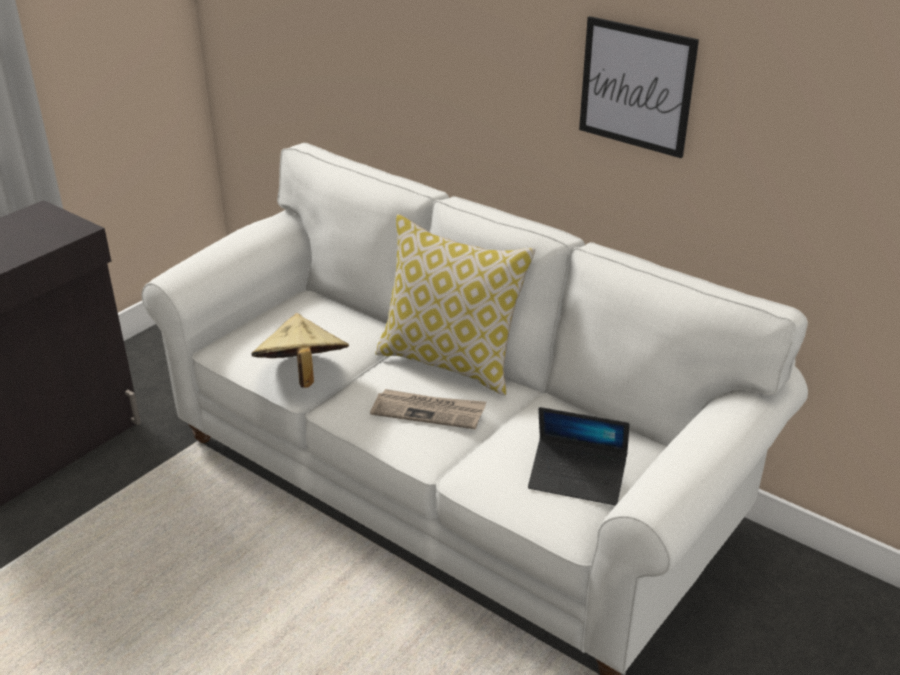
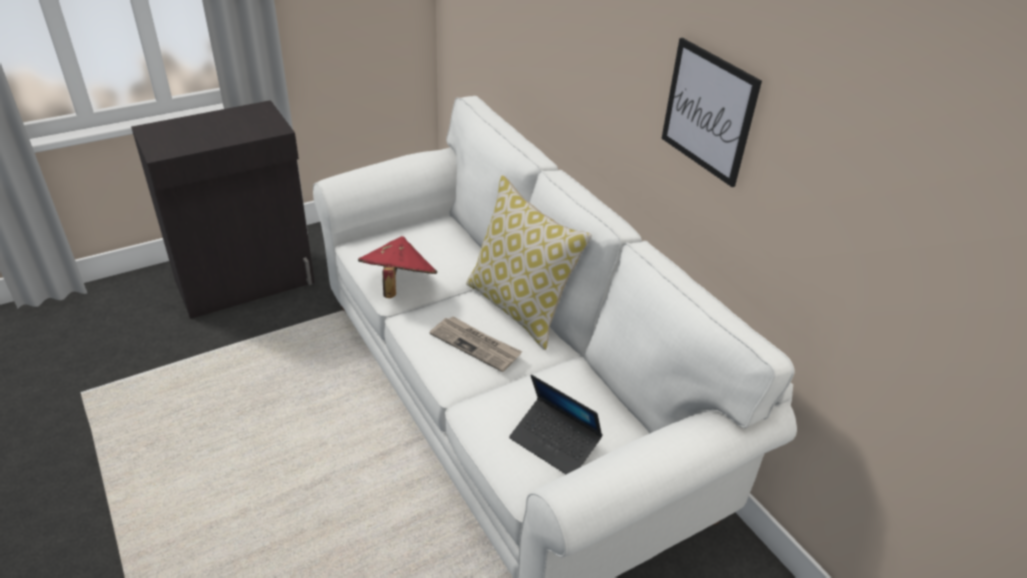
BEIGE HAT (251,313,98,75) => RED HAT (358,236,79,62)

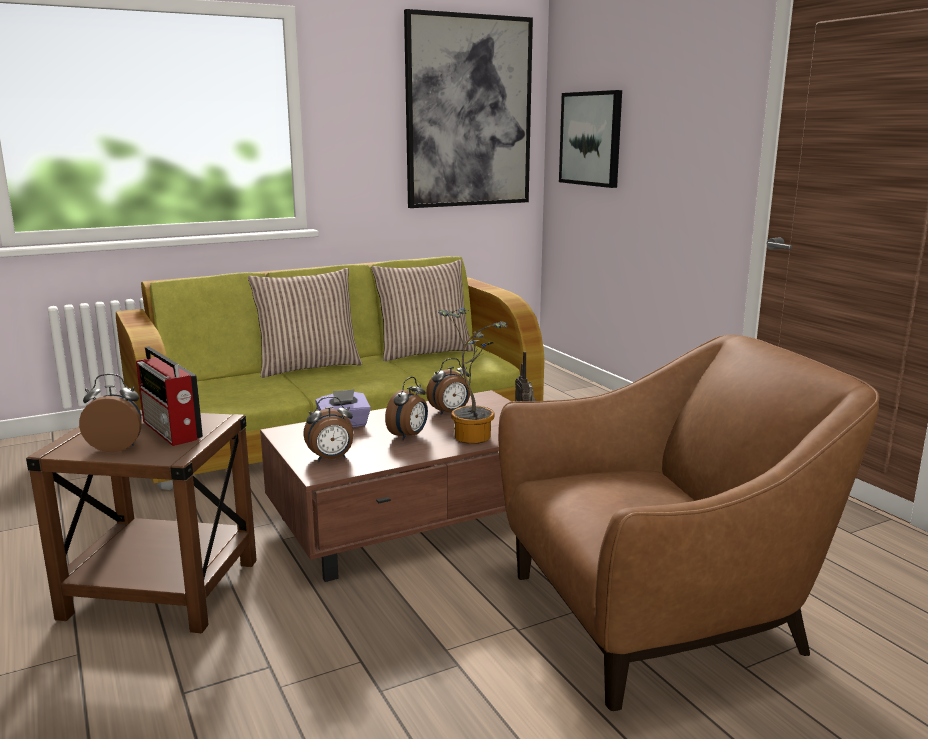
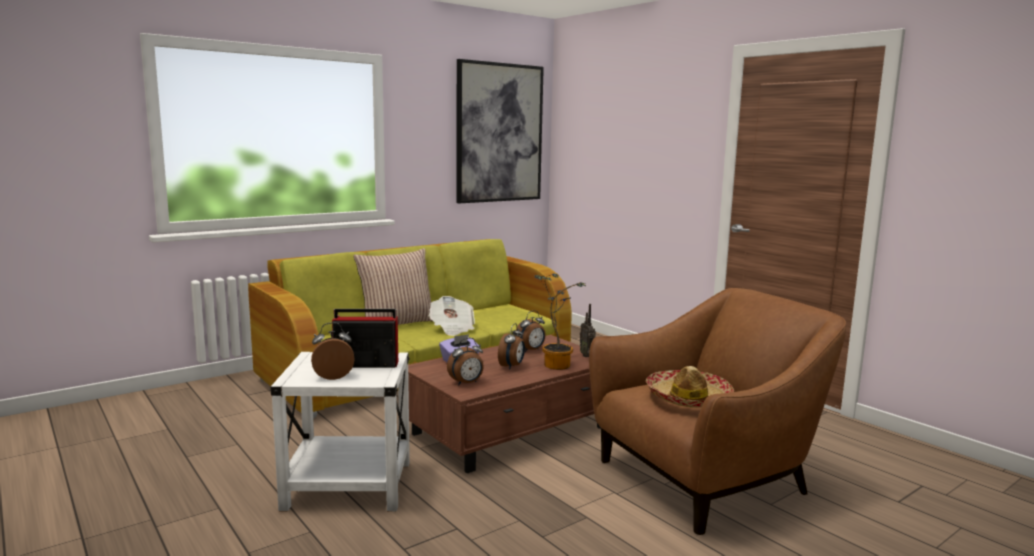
PICTURE (559,90,63,98) => nothing
PILLOW (371,260,103,101) => nothing
RADIO (136,347,67,99) => RADIO (330,309,68,59), 135 degrees clockwise
BROWN SIDE TABLE (26,410,231,223) => WHITE SIDE TABLE (270,352,140,160)
nothing => NEWSPAPER (429,296,46,40)
nothing => HAT (646,366,88,42)

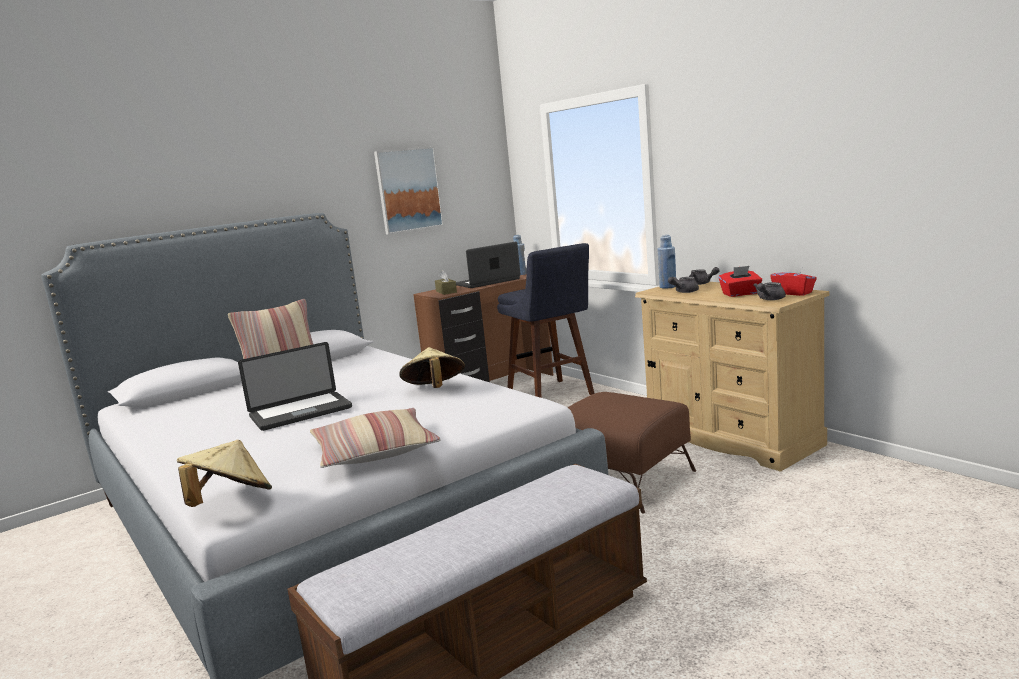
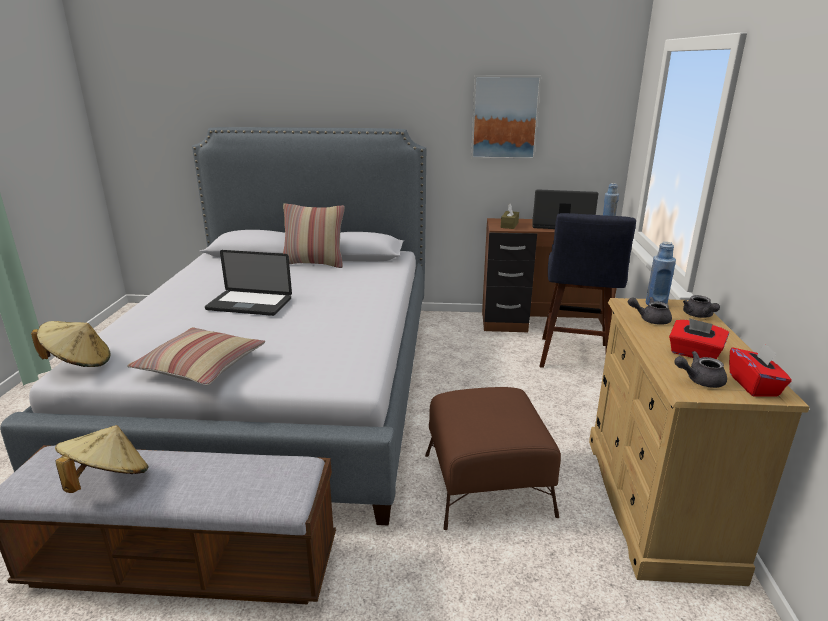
BEIGE HAT (399,347,66,41) => BEIGE HAT (55,425,94,68), relocated

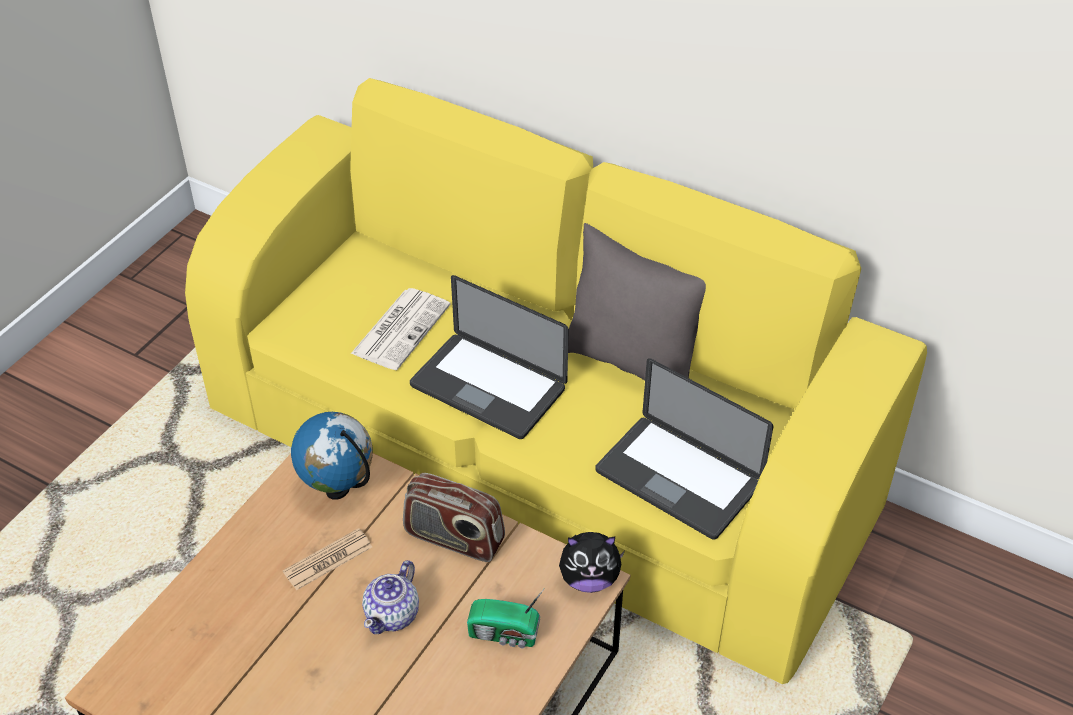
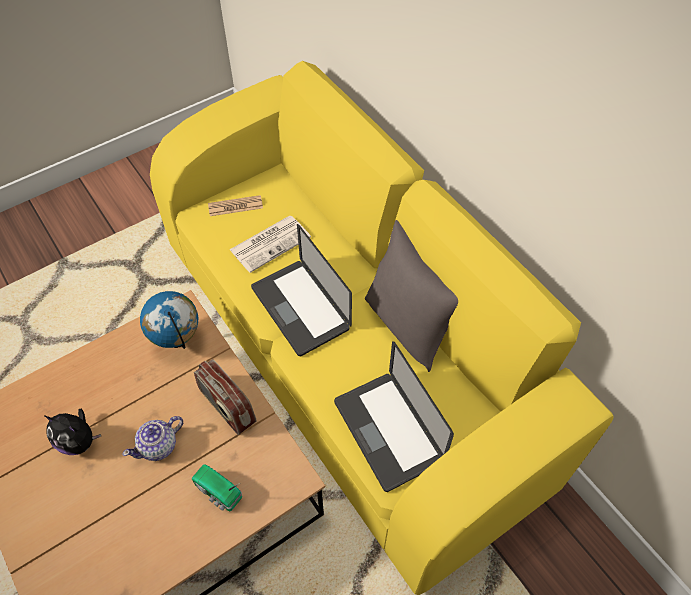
NEWSPAPER (283,528,89,62) => NEWSPAPER (208,195,55,21), relocated
PLUSH TOY (559,532,66,61) => PLUSH TOY (45,408,56,47), relocated

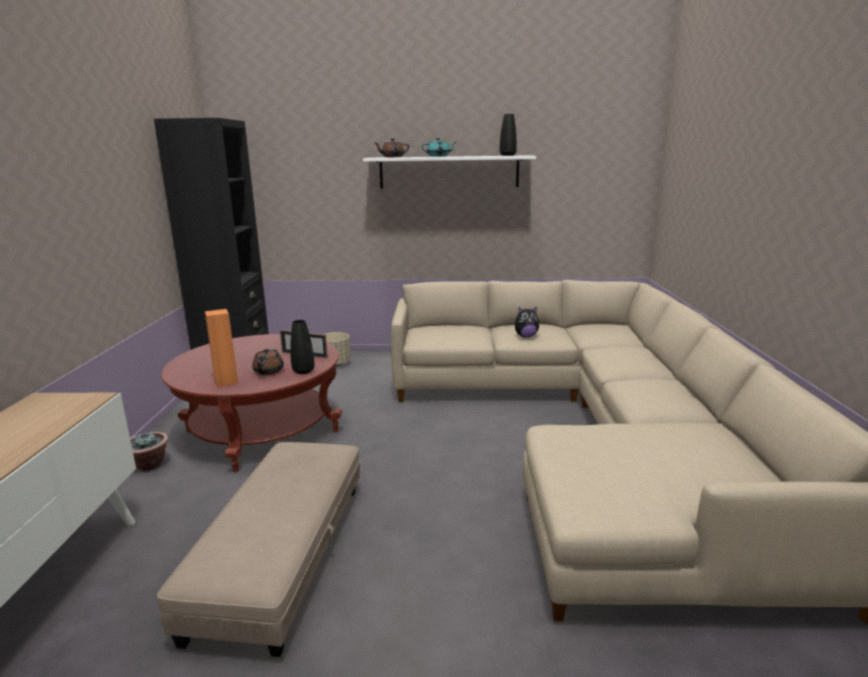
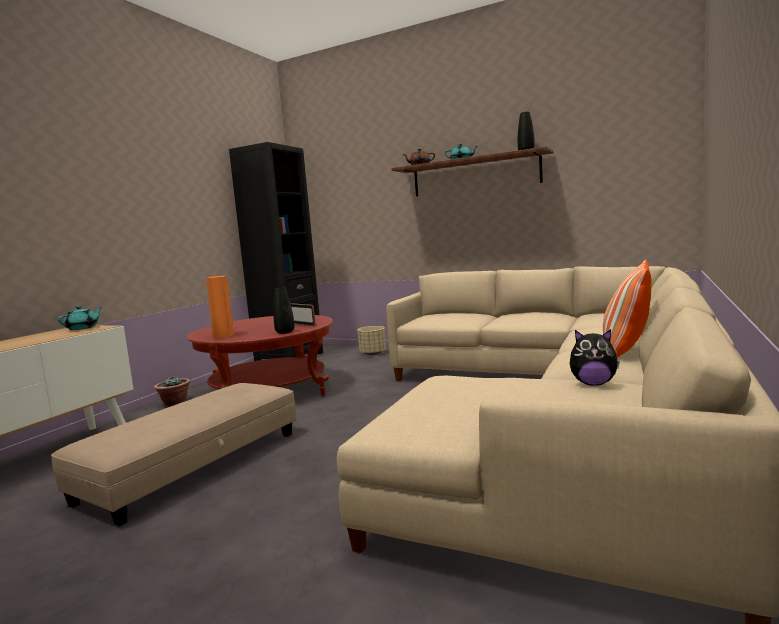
WHITE SHELF (363,155,173,34) => BROWN SHELF (391,146,162,51)
PLUSH TOY (515,307,24,30) => PLUSH TOY (570,329,50,57), relocated
BROWN TEAPOT (252,349,32,26) => nothing
nothing => PILLOW (603,260,48,98)
nothing => TURQUOISE TEAPOT (58,306,43,24)

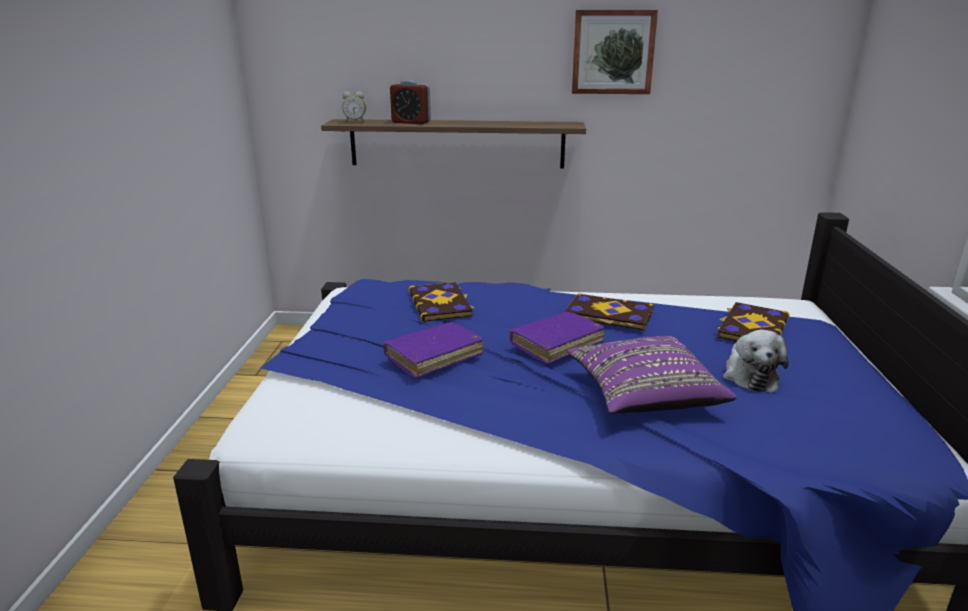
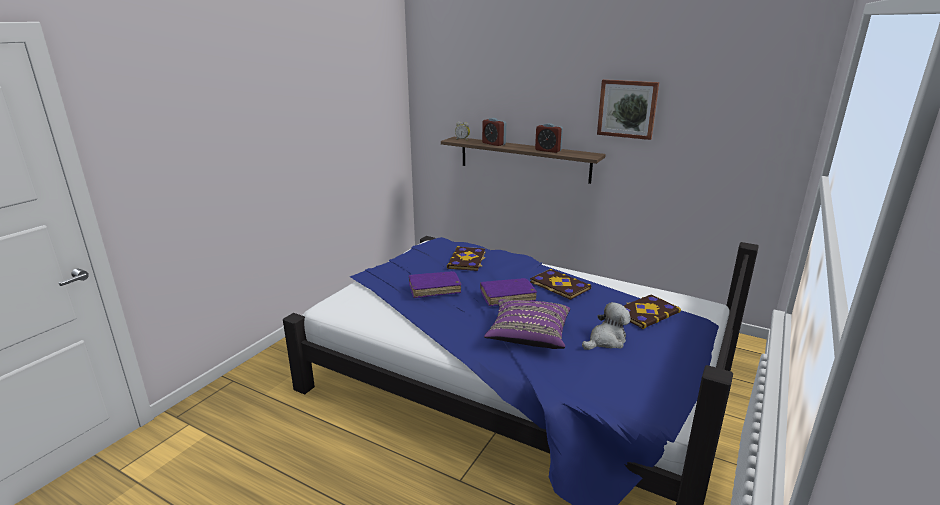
PLUSH TOY (723,330,66,63) => PLUSH TOY (582,302,49,48), 150 degrees counterclockwise
nothing => ALARM CLOCK (535,123,28,30)

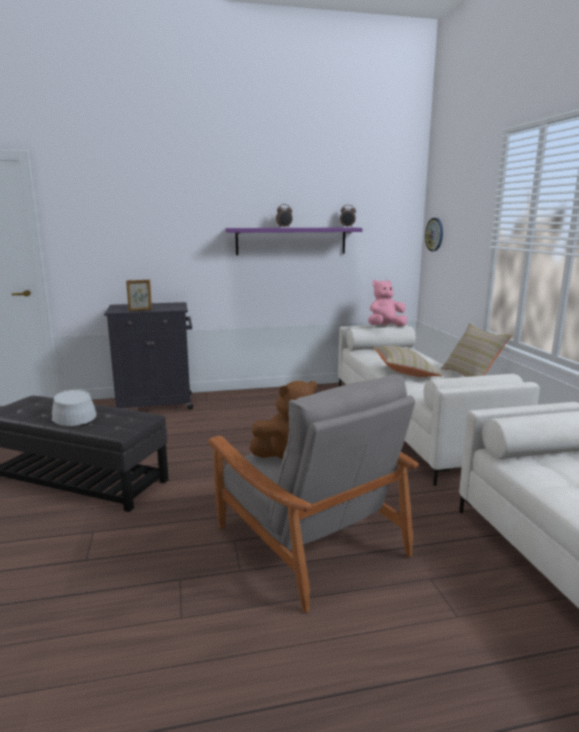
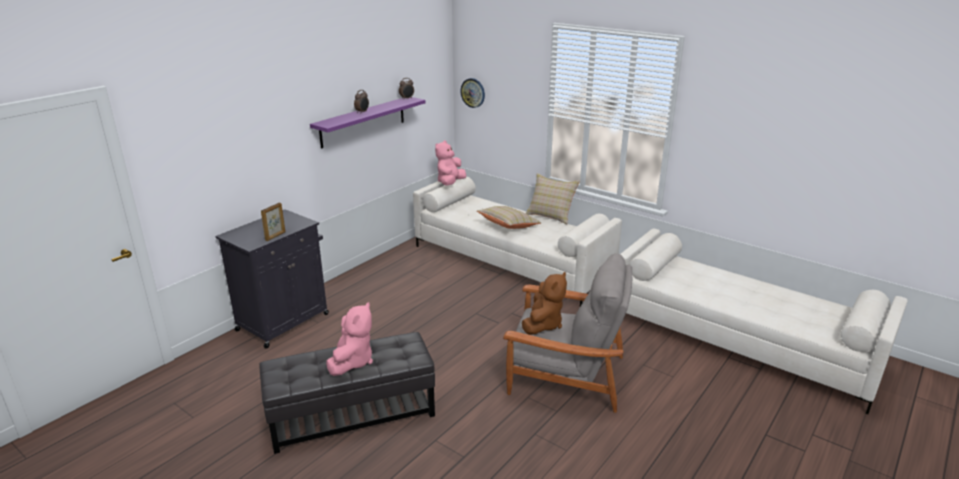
GREY HAT (50,390,47,36) => PINK PLUSH TOY (326,302,47,74)

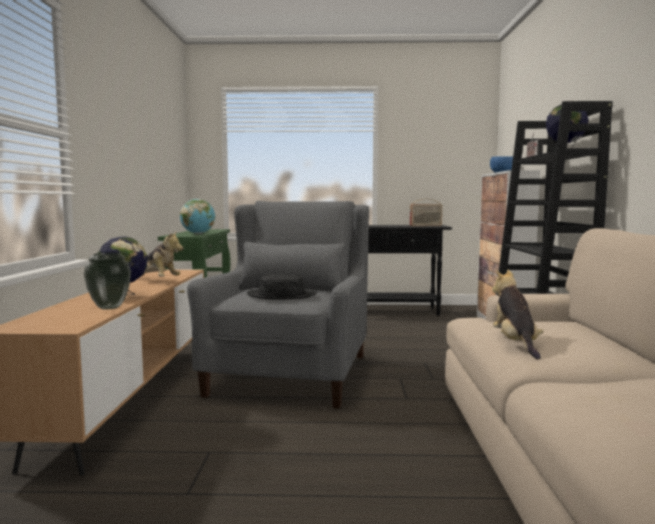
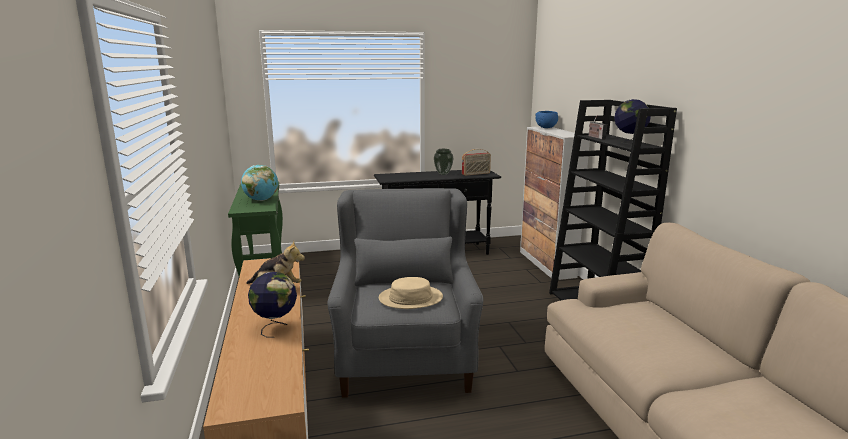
VASE (84,253,47,57) => VASE (434,149,20,26), relocated
PLUSH TOY (492,269,52,91) => nothing
BLACK HAT (247,274,70,26) => BEIGE HAT (379,277,64,32)

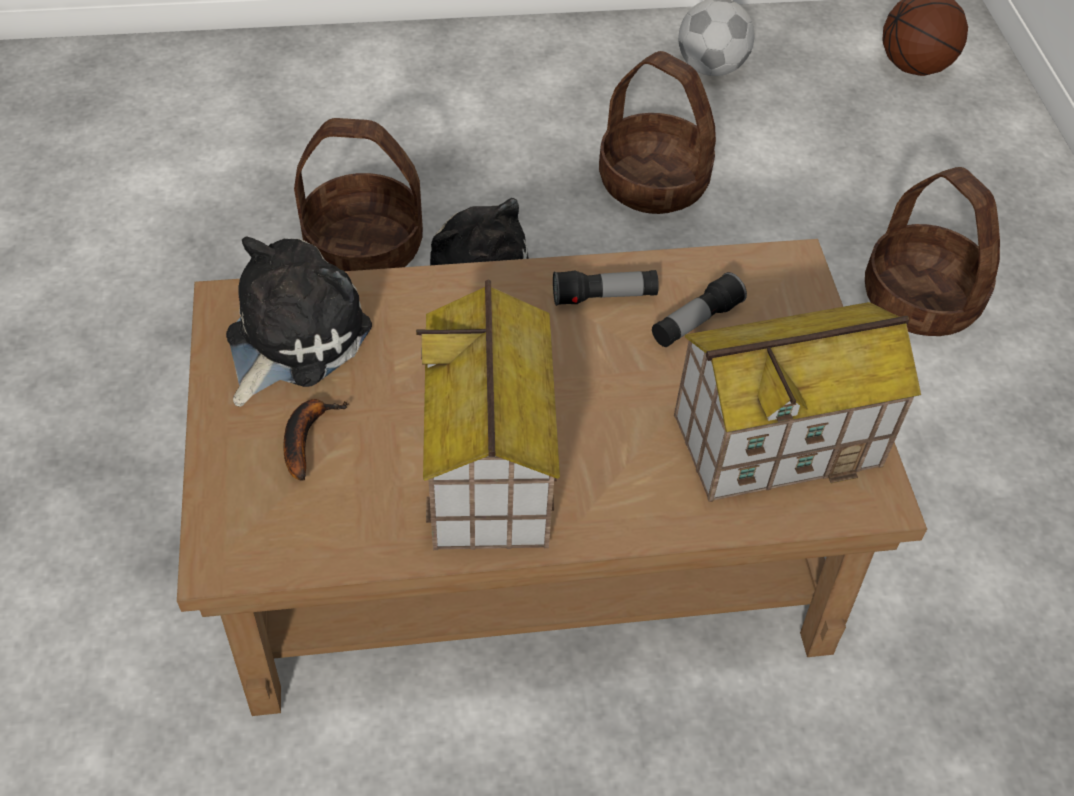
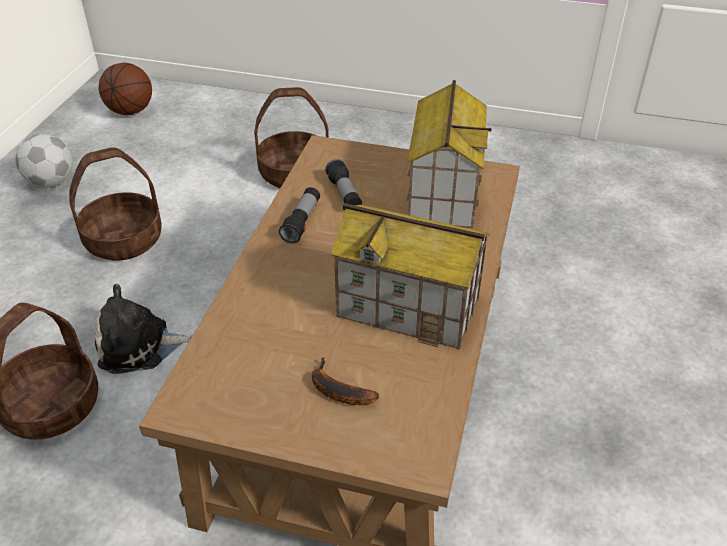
PLUSH TOY (226,236,146,171) => nothing

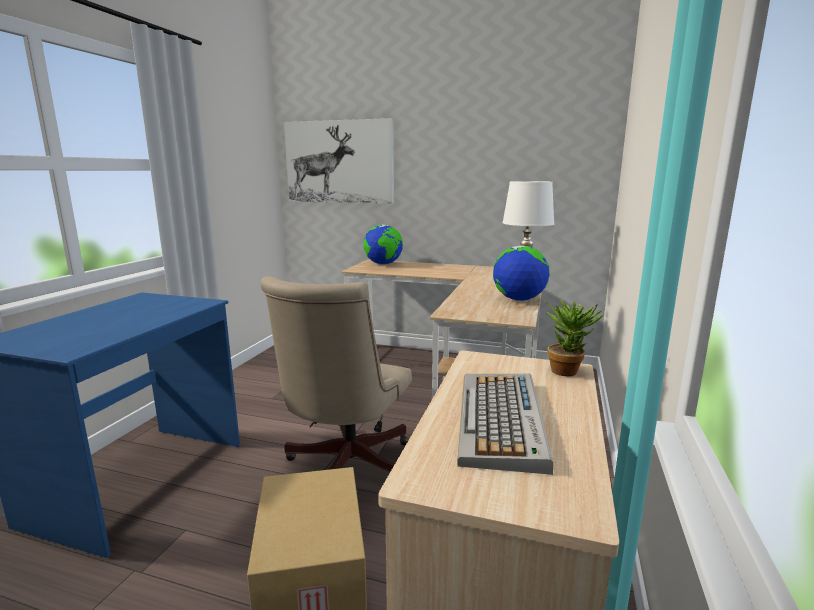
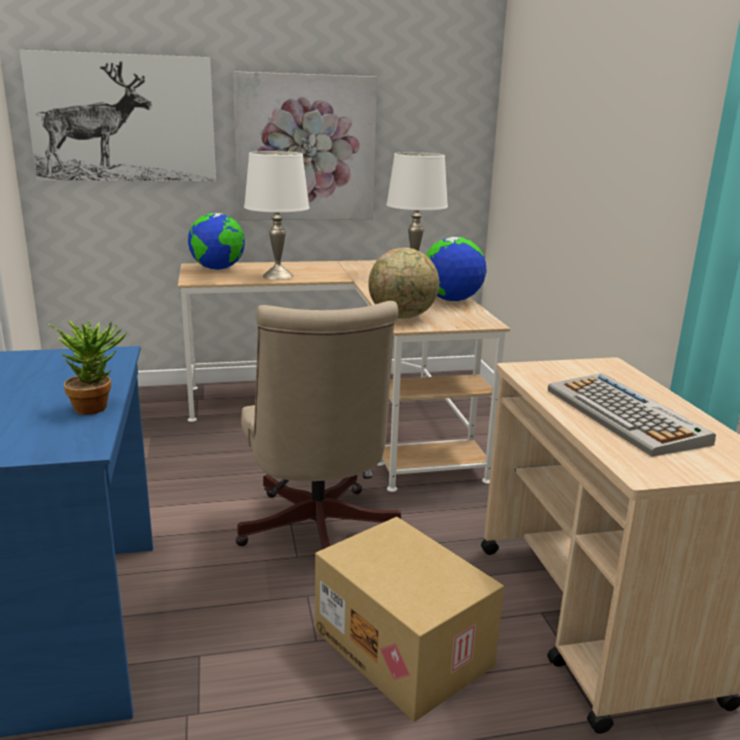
POTTED PLANT (543,300,61,76) => POTTED PLANT (48,321,79,94), relocated
nothing => PICTURE (233,71,144,149)
nothing => WHITE TABLE LAMP (244,151,65,129)
nothing => GLOBE (368,248,71,71)

